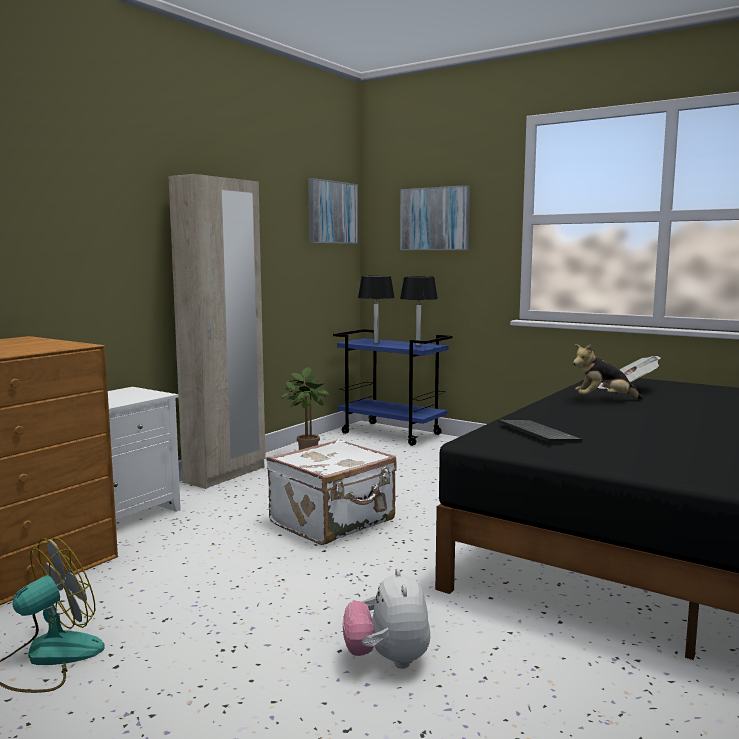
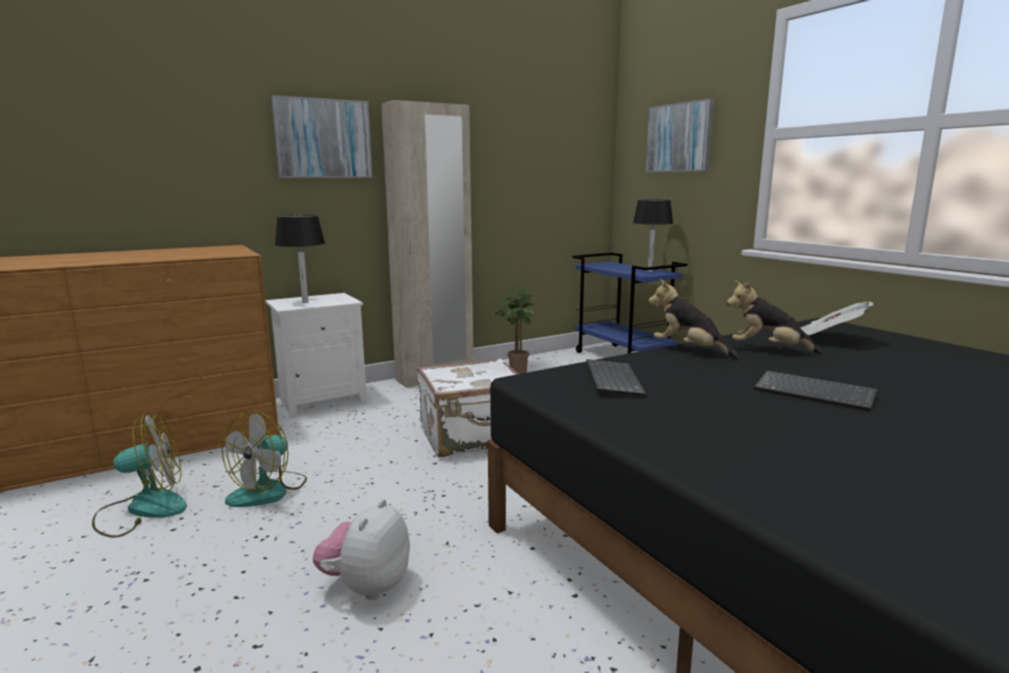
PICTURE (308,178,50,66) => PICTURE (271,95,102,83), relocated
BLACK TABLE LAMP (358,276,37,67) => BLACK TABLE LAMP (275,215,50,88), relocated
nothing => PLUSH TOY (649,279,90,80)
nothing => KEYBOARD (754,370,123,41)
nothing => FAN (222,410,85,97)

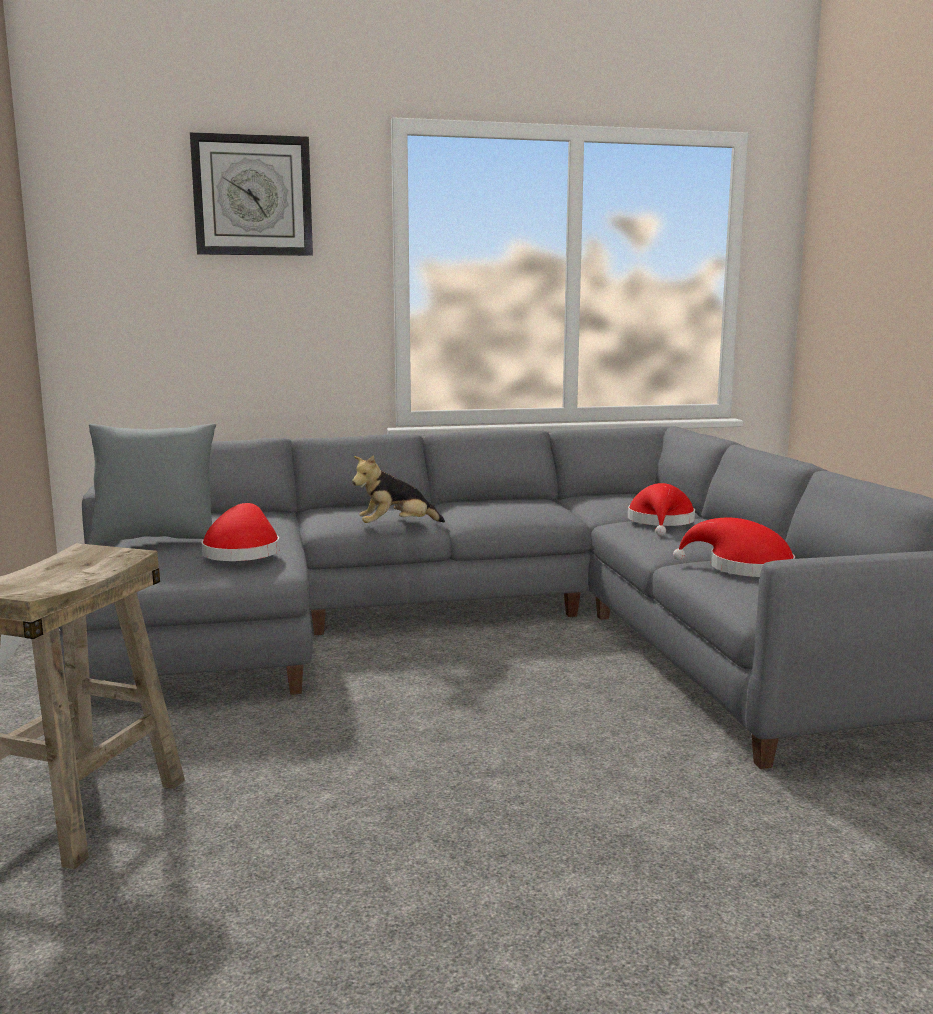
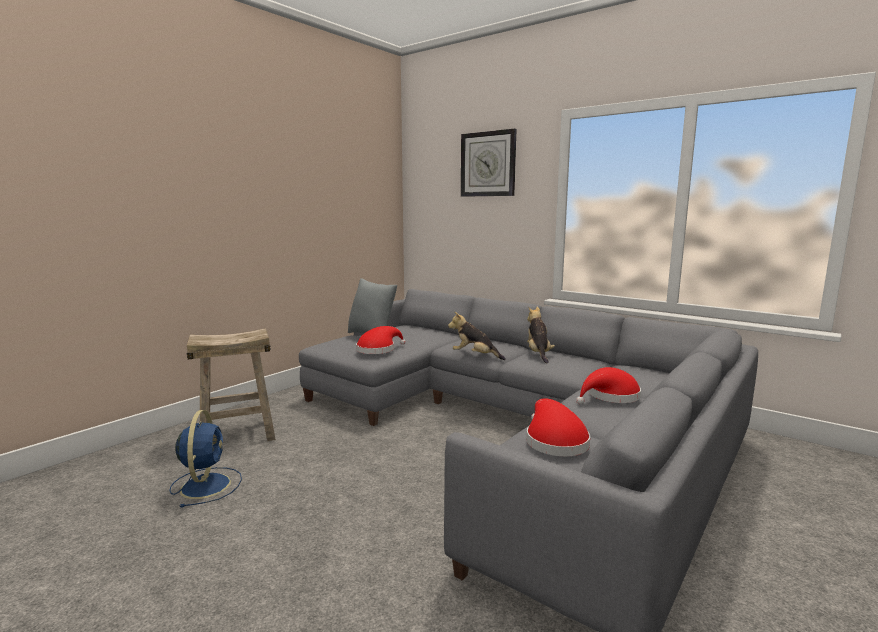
nothing => PLUSH TOY (527,307,28,57)
nothing => BLUE FAN (169,410,73,98)

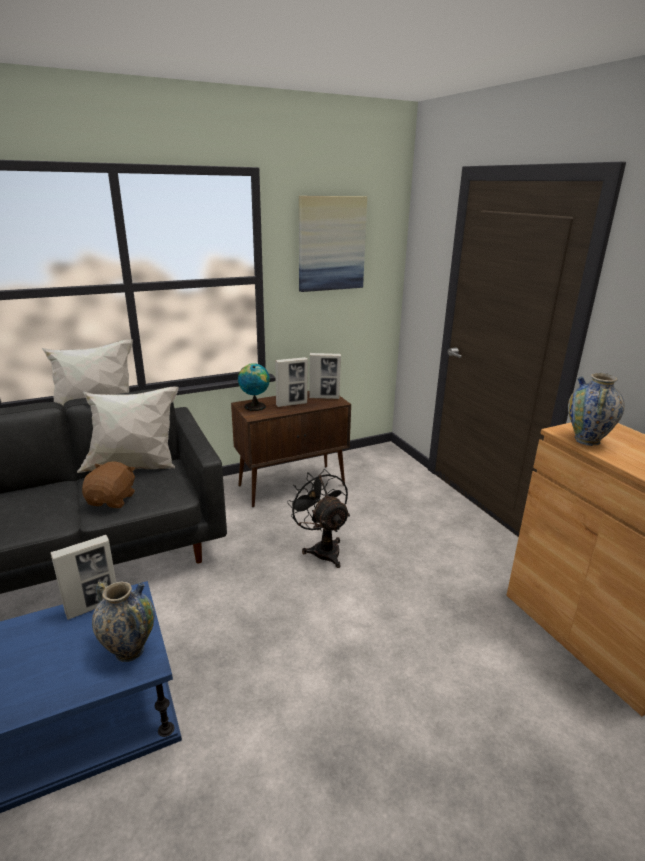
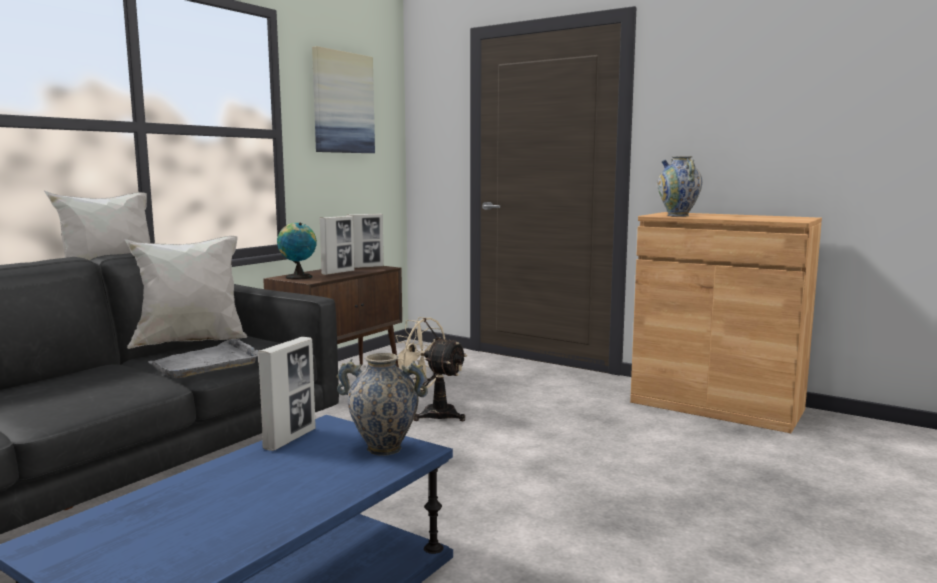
BROWN PLUSH TOY (82,461,53,47) => GREY TRAY (147,339,111,39)
BLACK FAN (287,469,63,99) => BEIGE FAN (395,317,73,104)

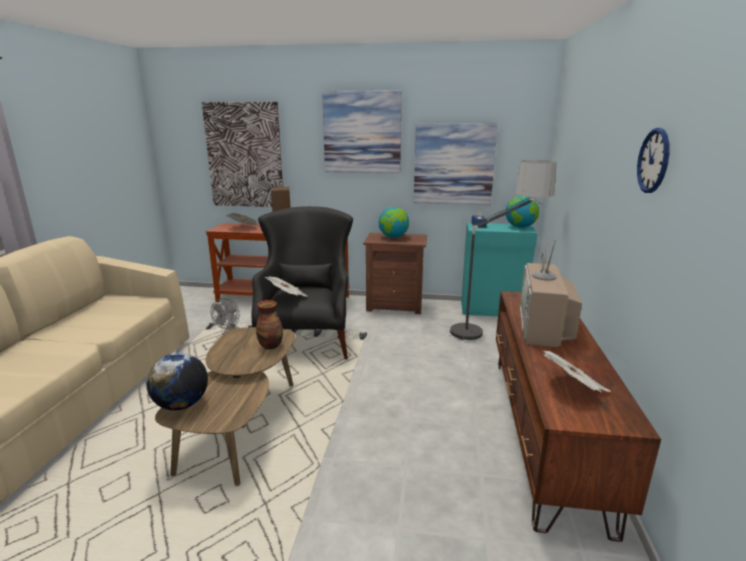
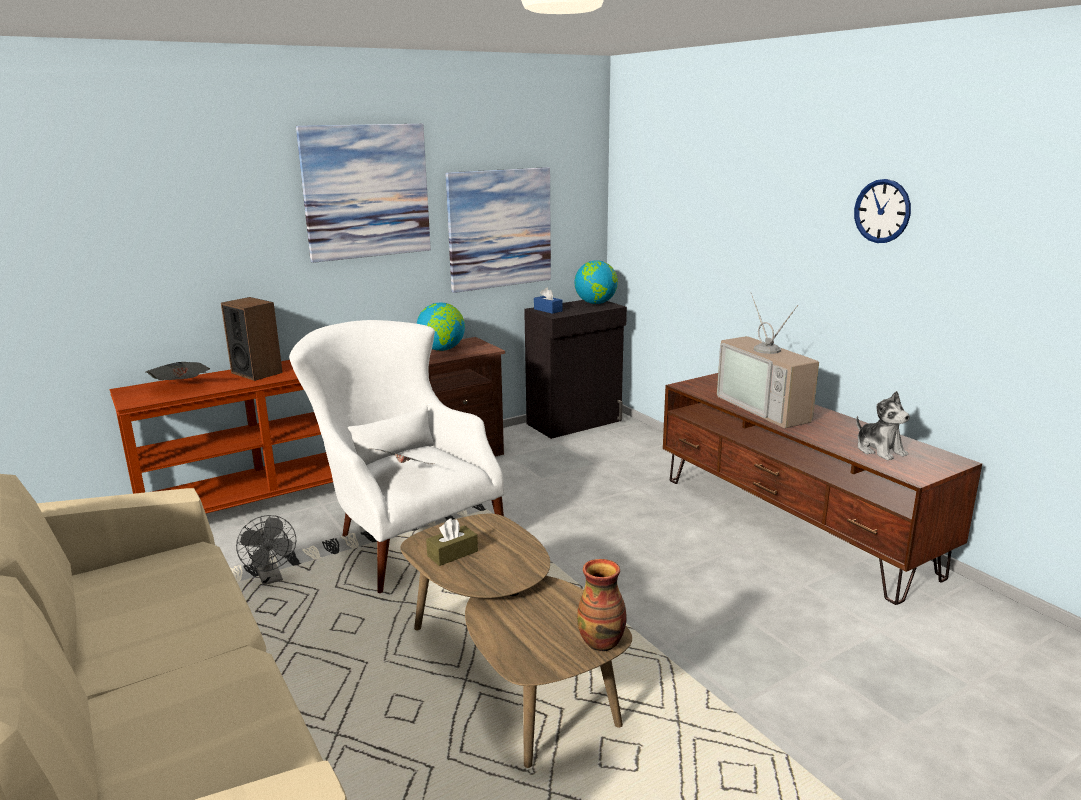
PICTURE (202,102,81,105) => nothing
FLOOR LAMP (447,160,110,181) => nothing
BLACK ARMCHAIR (252,206,101,154) => WHITE ARMCHAIR (289,320,215,273)
TURQUOISE CABINET (461,222,77,95) => BLACK CABINET (524,300,103,139)
VASE (256,300,27,49) => VASE (577,559,50,93), relocated
NEWSPAPER (543,351,68,42) => PLUSH TOY (856,391,54,70)
GLOBE (147,353,61,57) => nothing
nothing => BROWN TISSUE BOX (426,518,52,48)

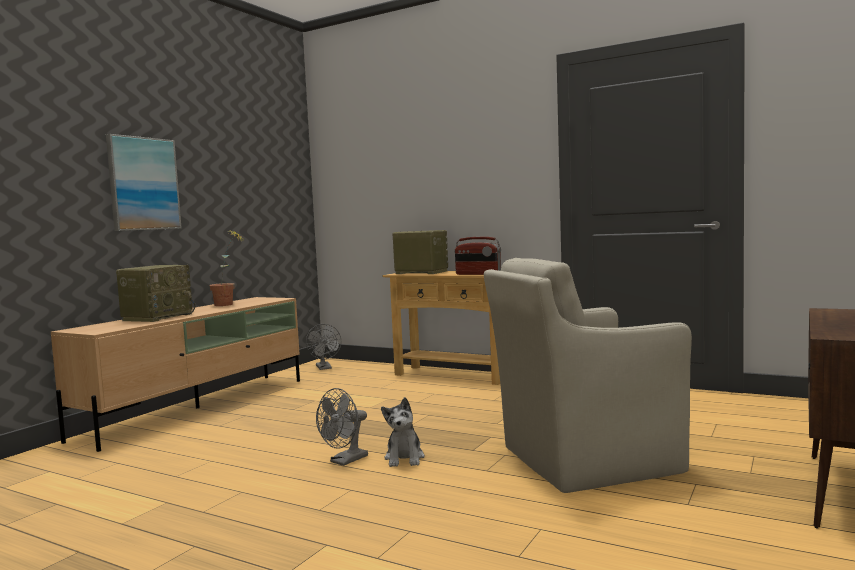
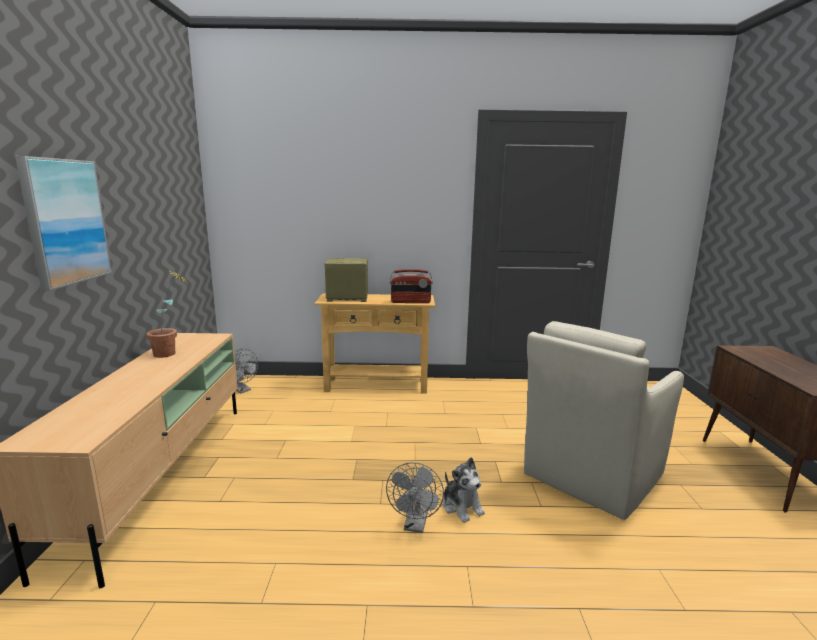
RADIO (116,265,80,57) => nothing

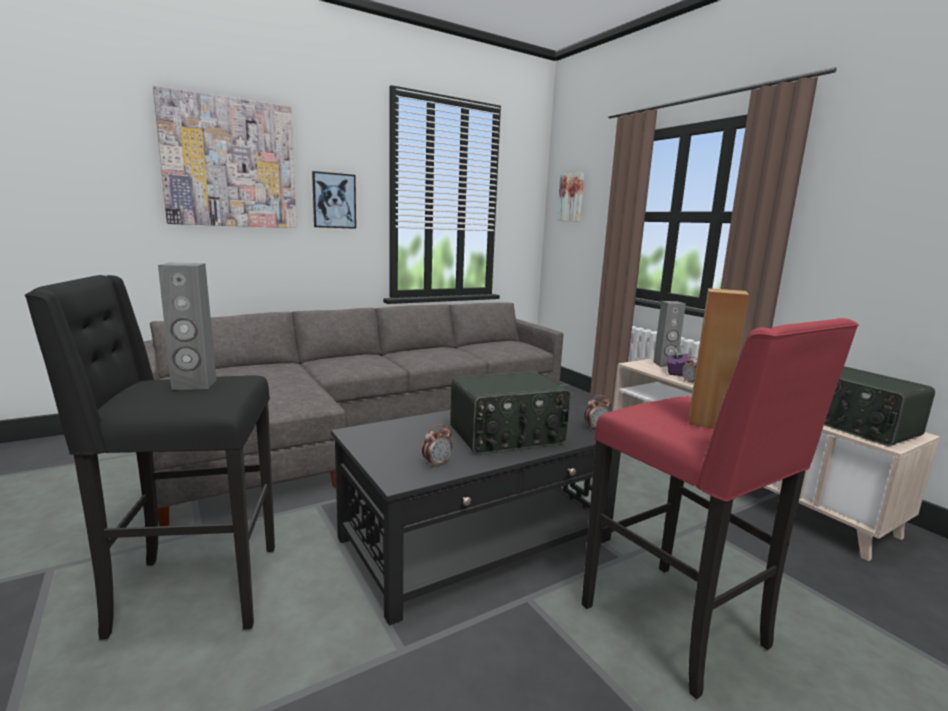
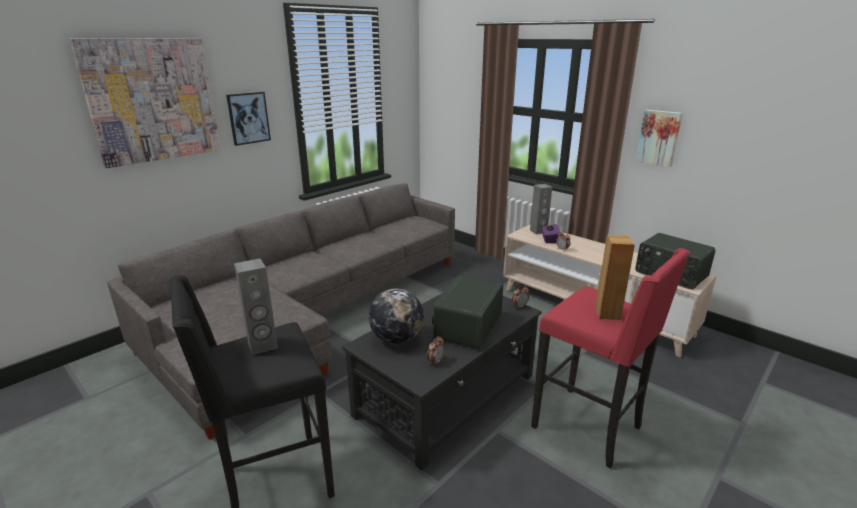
PICTURE (557,172,27,49) => PICTURE (636,110,47,57), relocated
RADIO (450,371,121,83) => RADIO (432,276,71,74), 150 degrees clockwise
nothing => GLOBE (369,288,55,56)

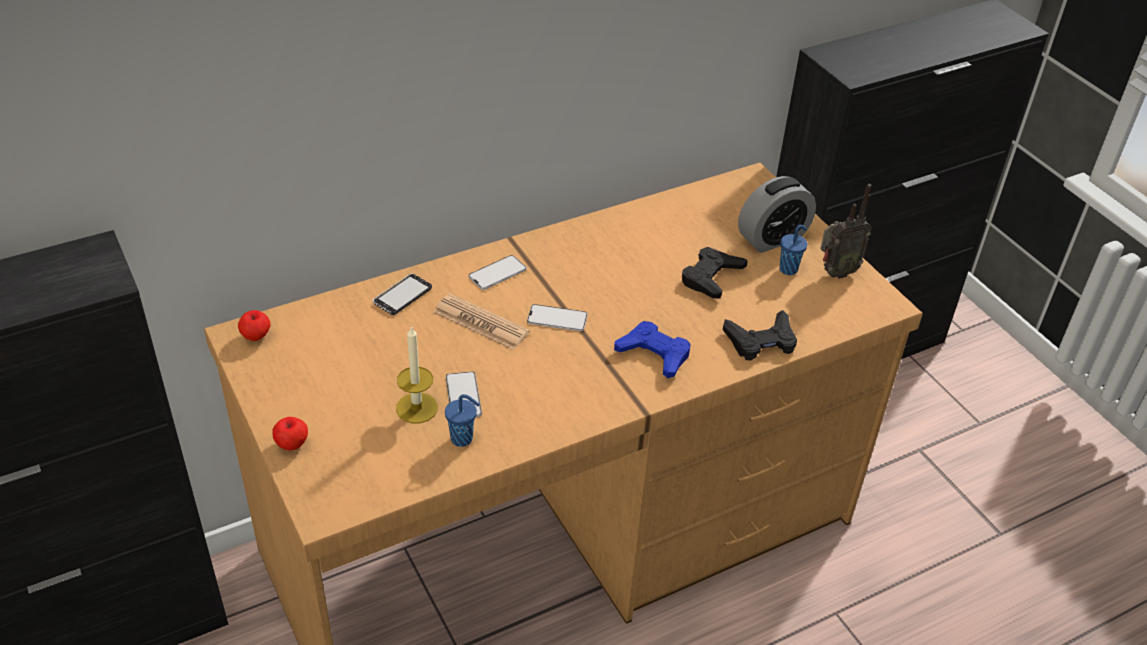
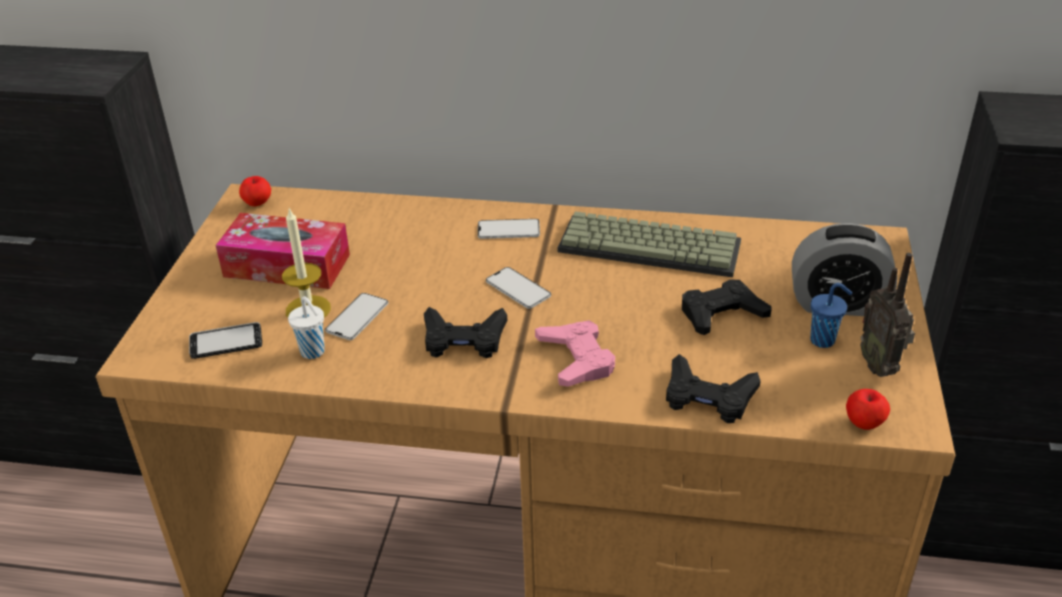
RADIO (820,184,52,95) => RADIO (860,253,55,124), 60 degrees clockwise
PHONE (373,273,59,42) => PHONE (189,322,73,37), relocated
NEWSPAPER (433,294,97,56) => nothing
BLUE GAME CONTROLLER (614,321,77,57) => PINK GAME CONTROLLER (535,320,80,67)
BLUE CUP (445,394,35,53) => WHITE CUP (288,296,37,63)
APPLE (272,417,36,33) => APPLE (846,389,44,41), relocated
nothing => KEYBOARD (558,211,183,66)
nothing => TISSUE BOX (216,213,134,76)
nothing => BLACK GAME CONTROLLER (424,307,83,51)

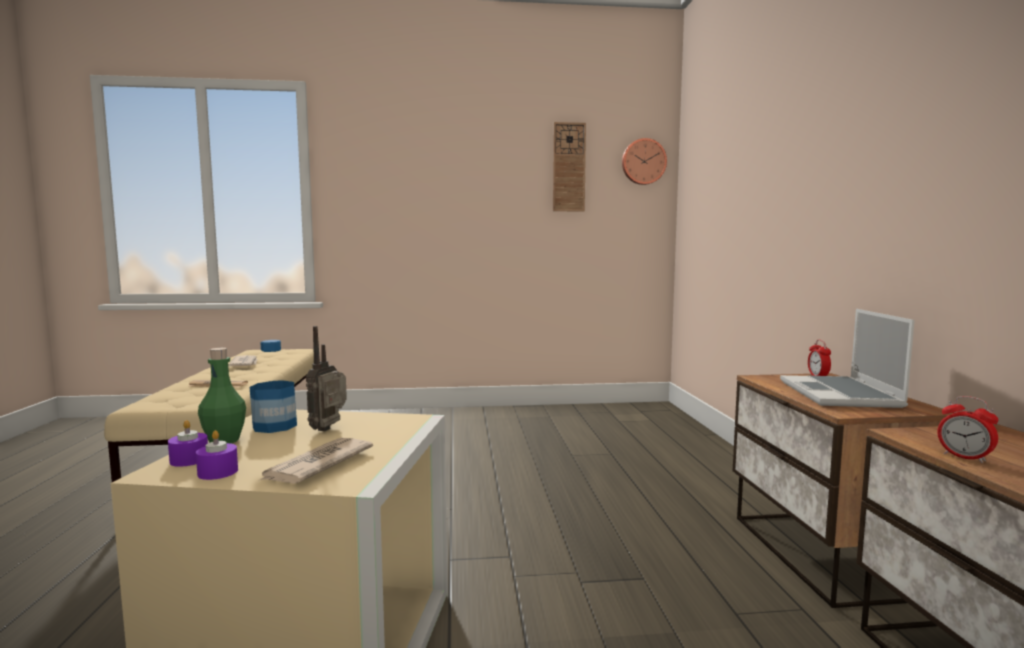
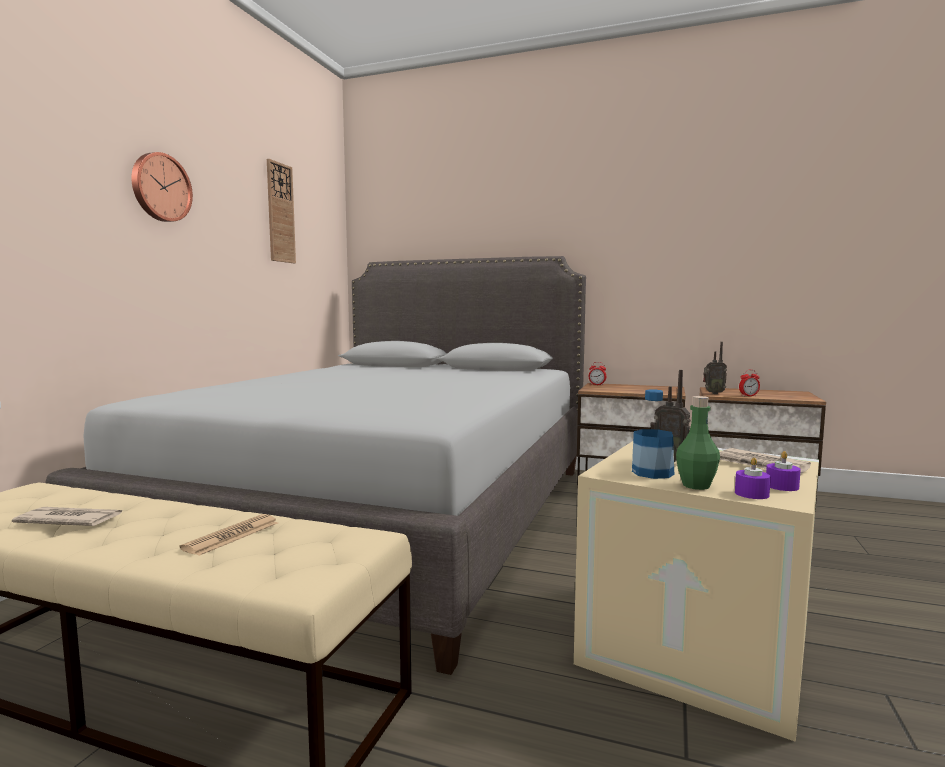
WALL CLOCK (622,138,45,47) => WALL CLOCK (131,152,62,70), relocated
LAPTOP (780,309,135,99) => nothing
nothing => GREY BED (46,256,540,419)
nothing => RADIO (703,342,24,52)

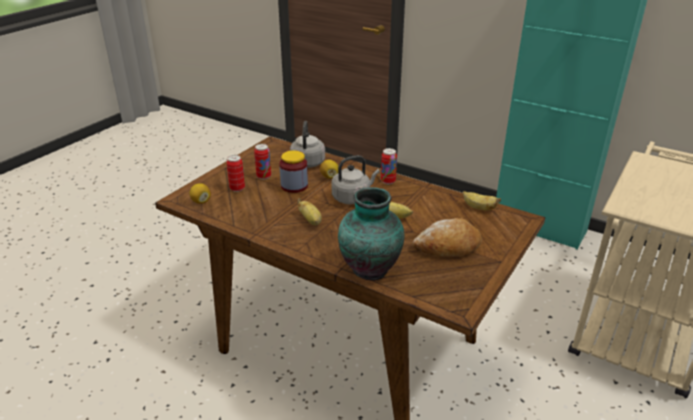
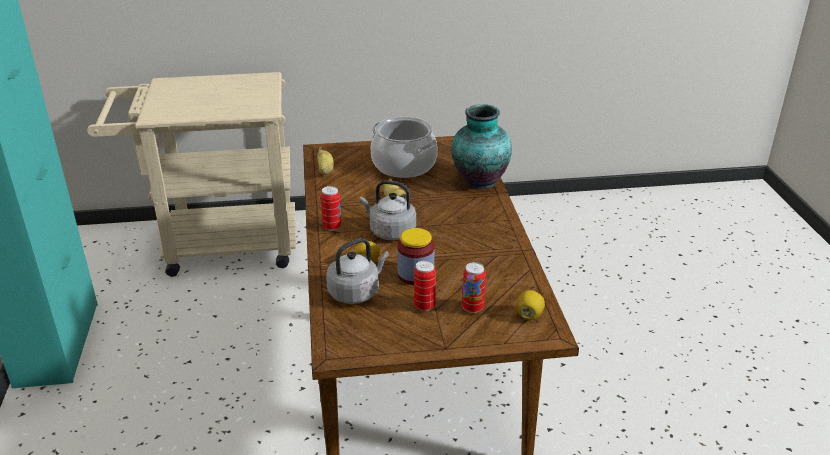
BANANA (297,198,25,27) => nothing
BREAD (412,218,70,39) => COOKING POT (371,116,67,62)

